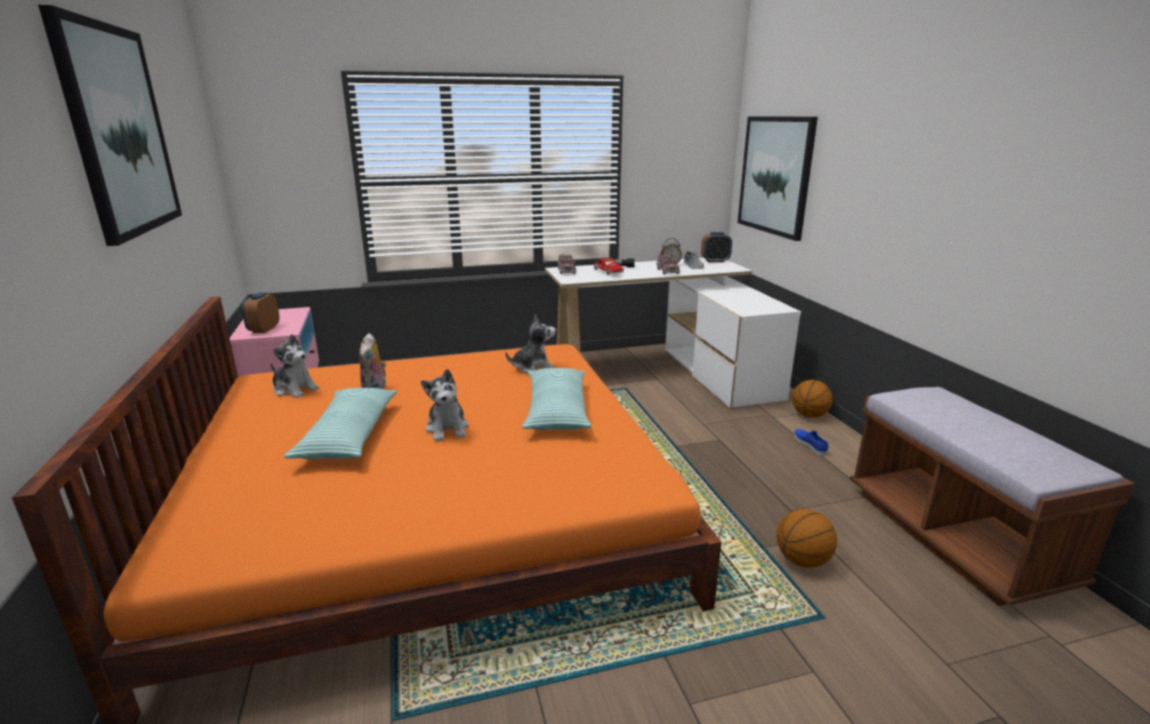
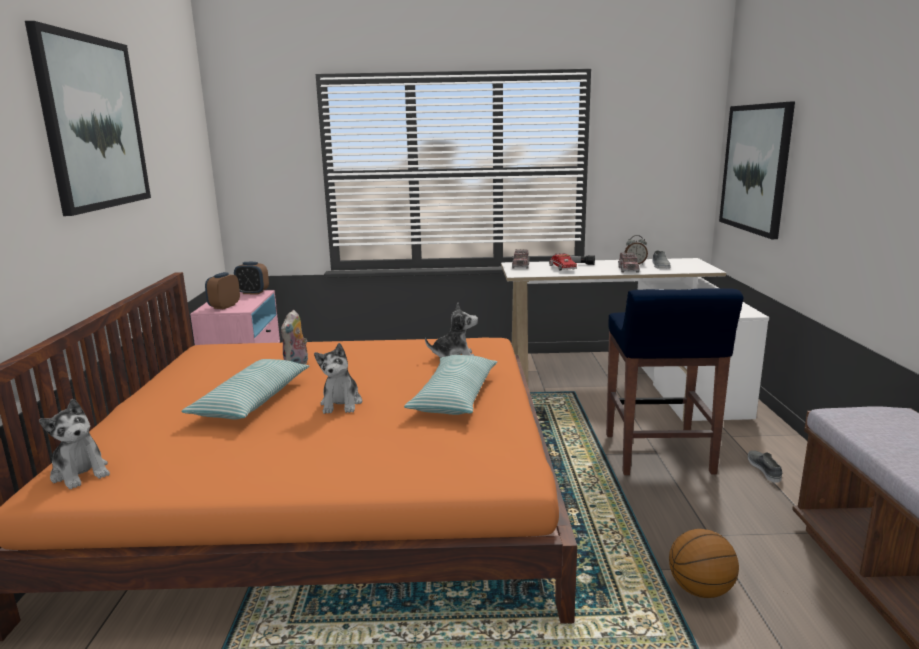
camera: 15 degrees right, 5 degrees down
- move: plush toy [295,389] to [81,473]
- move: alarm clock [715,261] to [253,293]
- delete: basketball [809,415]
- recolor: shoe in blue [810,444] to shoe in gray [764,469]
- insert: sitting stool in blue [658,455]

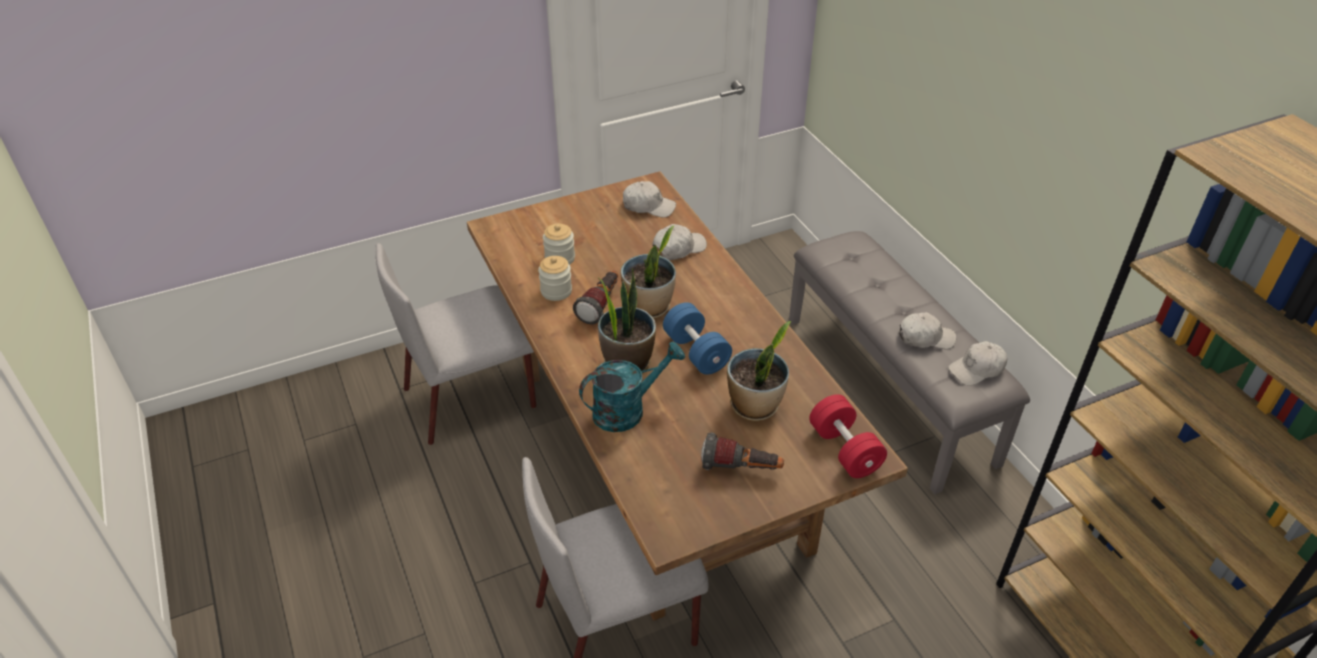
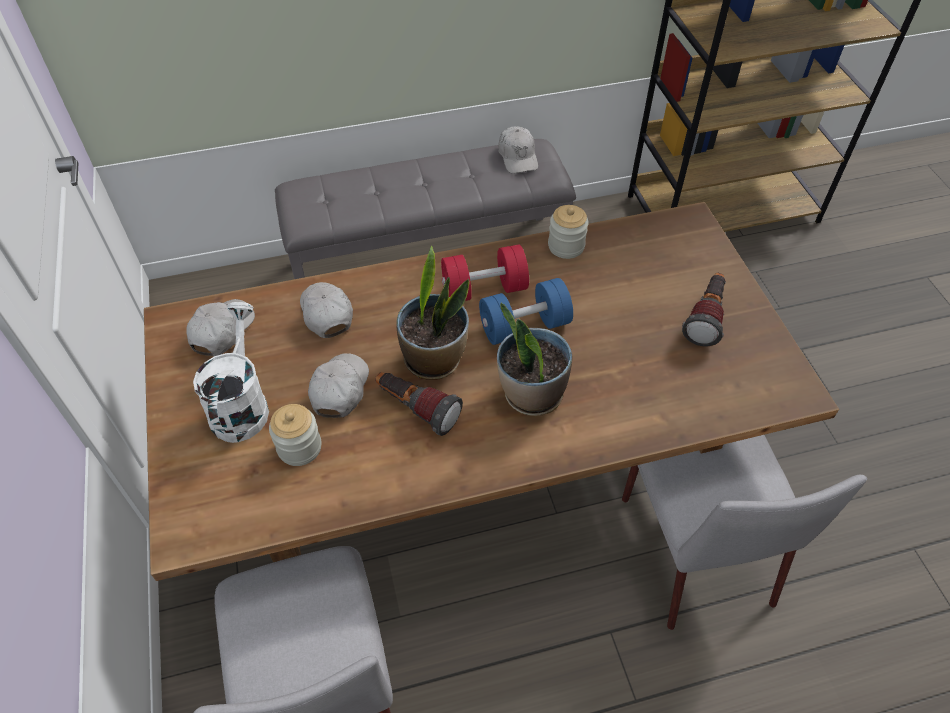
camera: 80 degrees left, 10 degrees up
- move: preserve jar [556,291] to [566,246]
- delete: watering can in turquoise-coloured [627,409]
- delete: potted plant [755,406]
- move: hand weight in red [844,450] to [484,289]
- move: cap in white-coloured [925,337] to [339,389]
- insert: watering can in white-coloured [241,404]

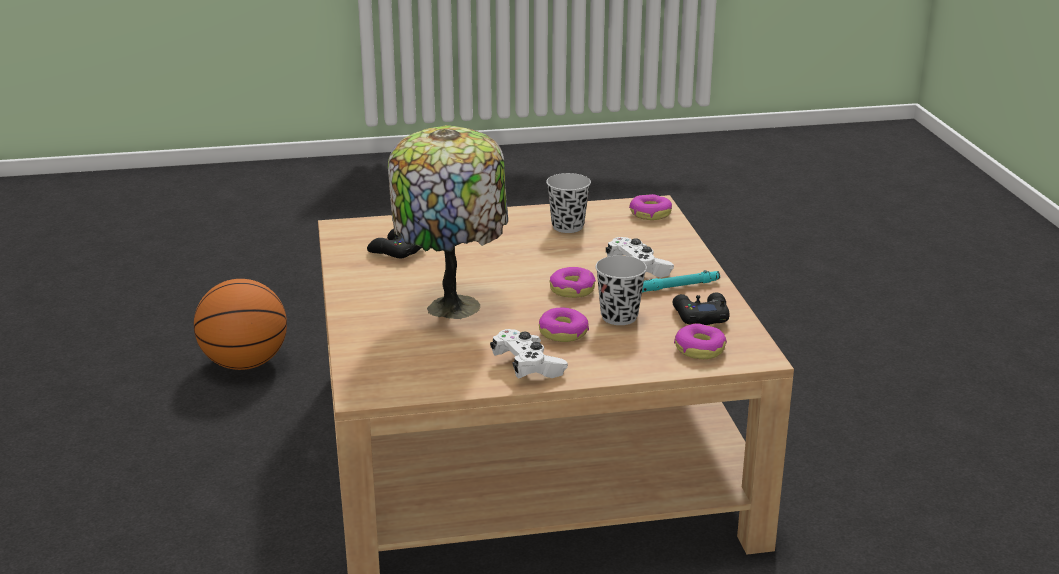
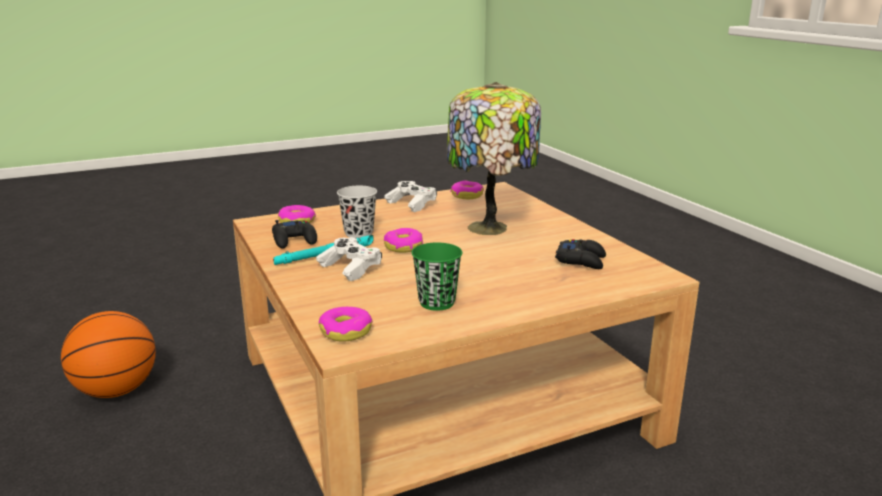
camera: 165 degrees right, 5 degrees down
- move: basketball [245,363] to [116,390]
- move: ring doughnut [563,332] to [467,195]
- recolor: cup in black [567,226] to cup in green [437,303]

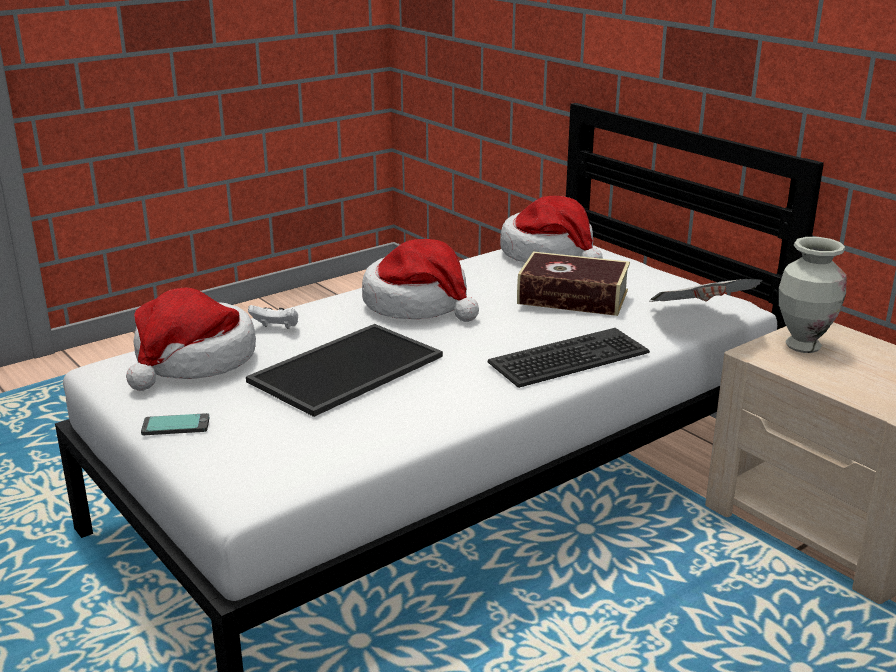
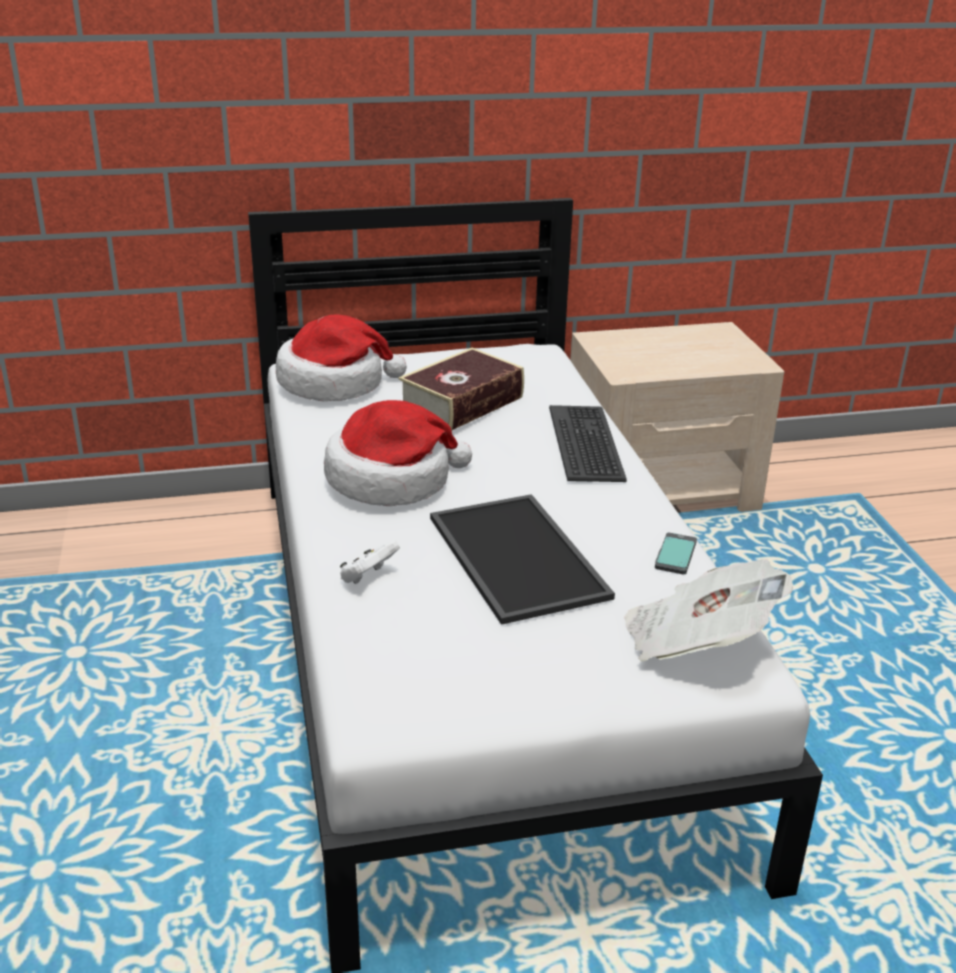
camera: 65 degrees left, 5 degrees up
- delete: clothing hat [194,361]
- move: handset [176,426] to [675,554]
- move: daily paper [700,318] to [697,642]
- delete: flower vase [802,346]

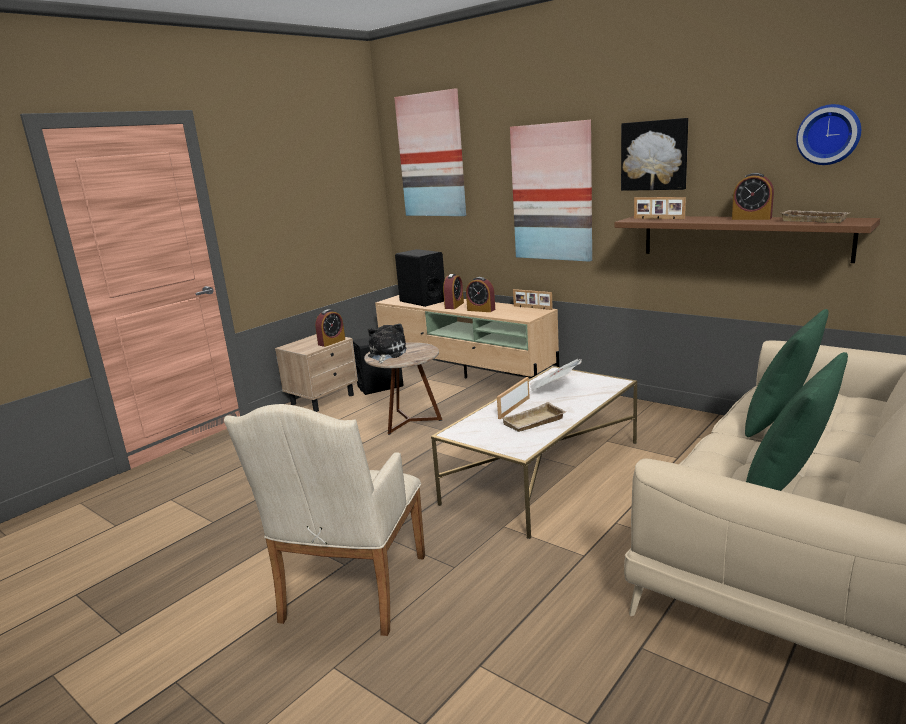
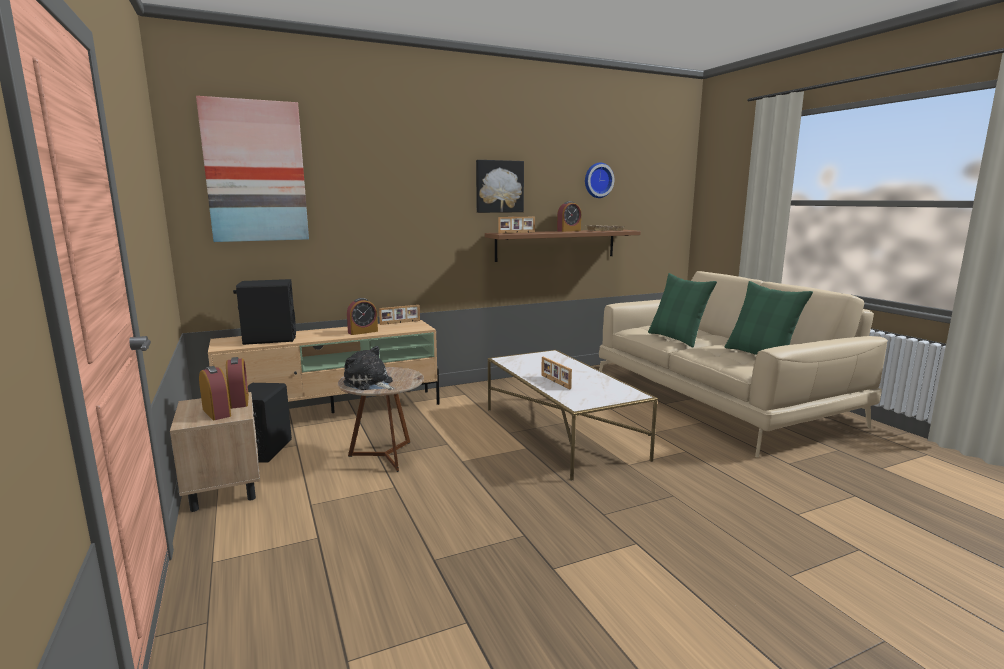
camera: 65 degrees left, 5 degrees down
- delete: lounge chair in beige-coloured [351,594]
- move: alarm clock [454,305] to [216,413]
- delete: serving tray in beige-coloured [534,423]
- delete: wall art [552,193]
- delete: daily paper [553,388]

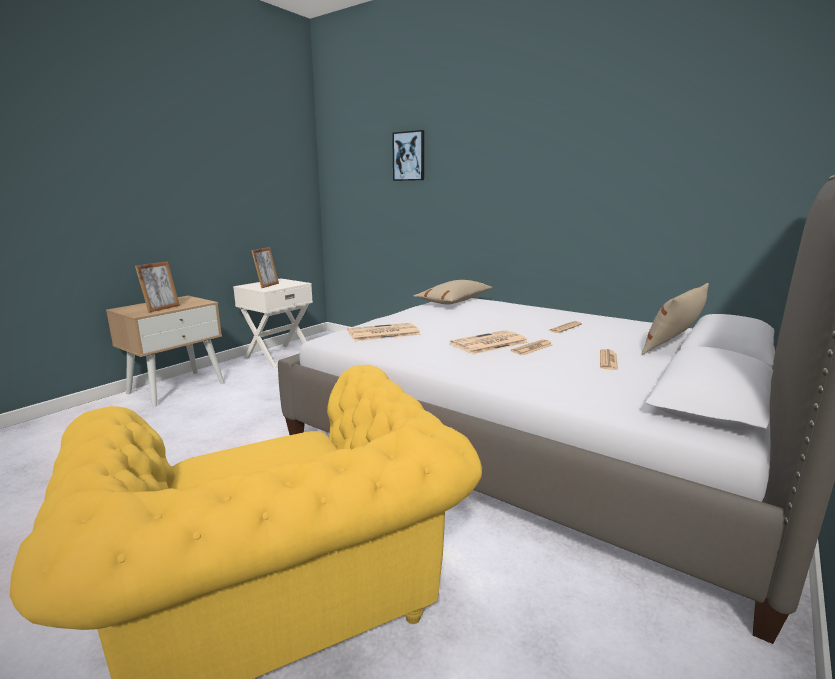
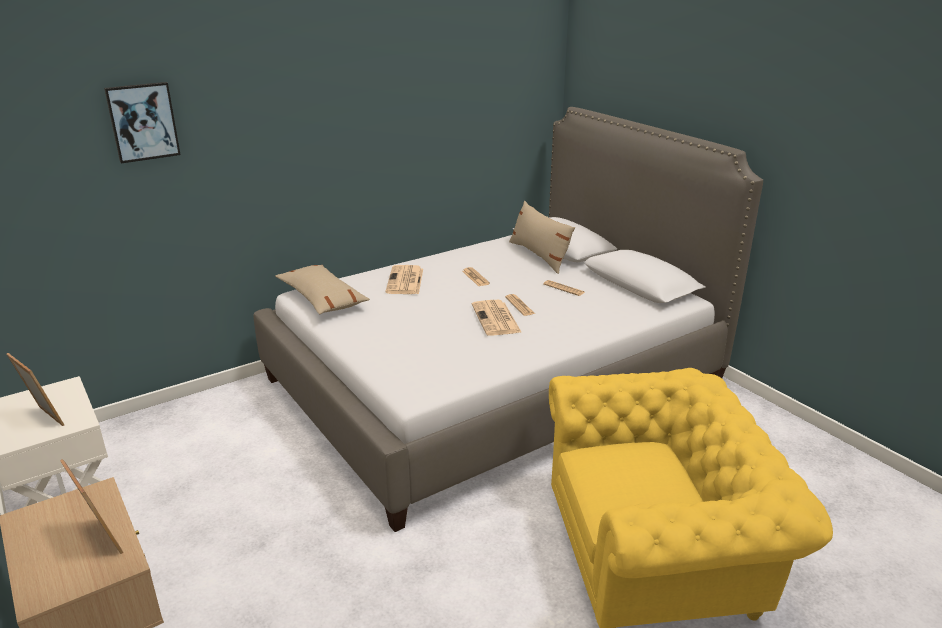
camera: 70 degrees left, 10 degrees up
- move: daily paper [382,333] to [405,281]

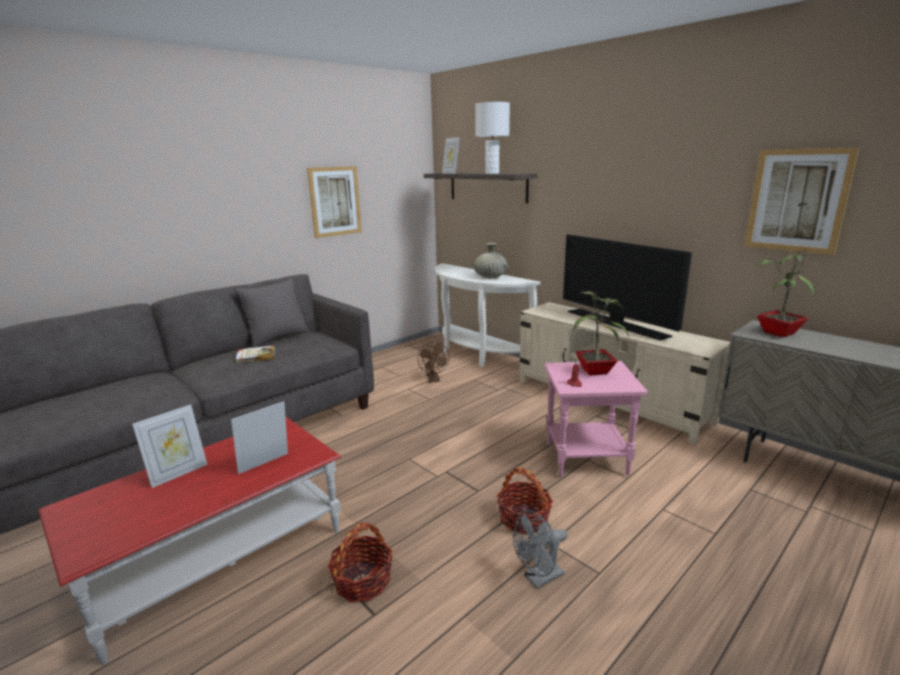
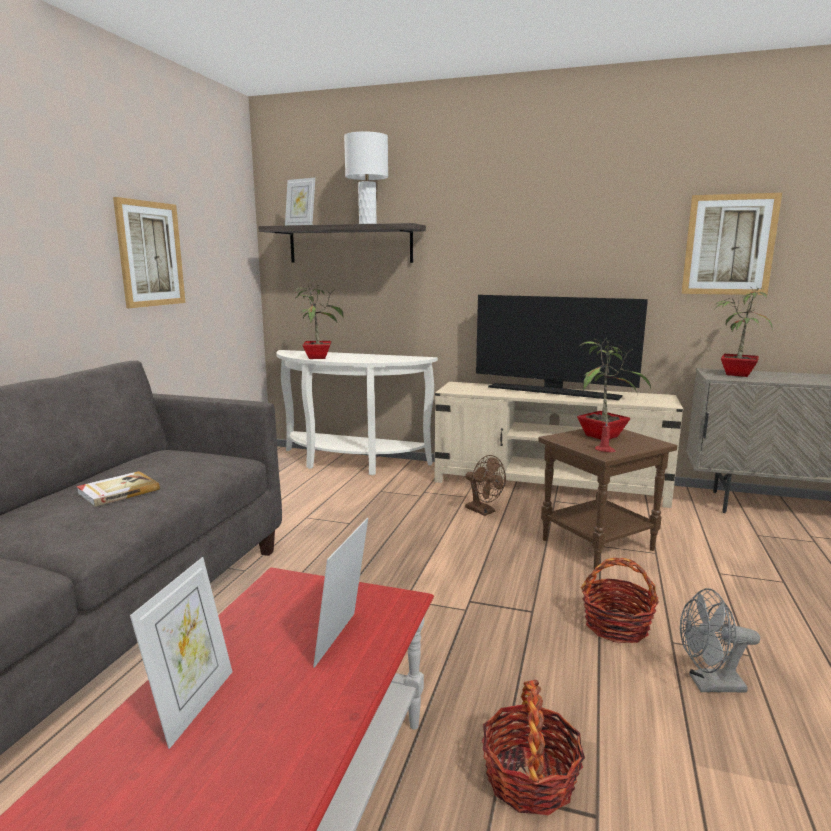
camera: 30 degrees left, 5 degrees down
- delete: cushion in gray [277,339]
- move: cooling fan in brown-coloured [434,379] to [484,511]
- delete: flower vase in beige-coloured [490,277]
- rotate: cooling fan in gray [539,579] = [709,684] 60 degrees clockwise
- recolor: end table in pink-coloured [586,458] to end table in brown-coloured [597,544]
- insert: potted plant [317,357]

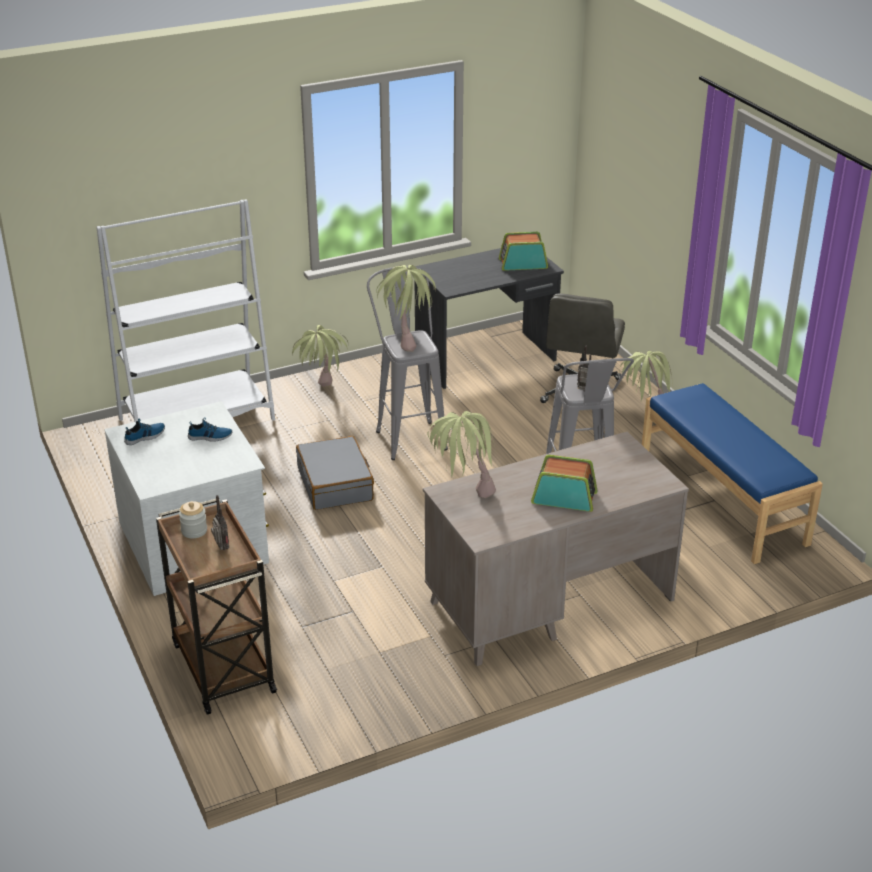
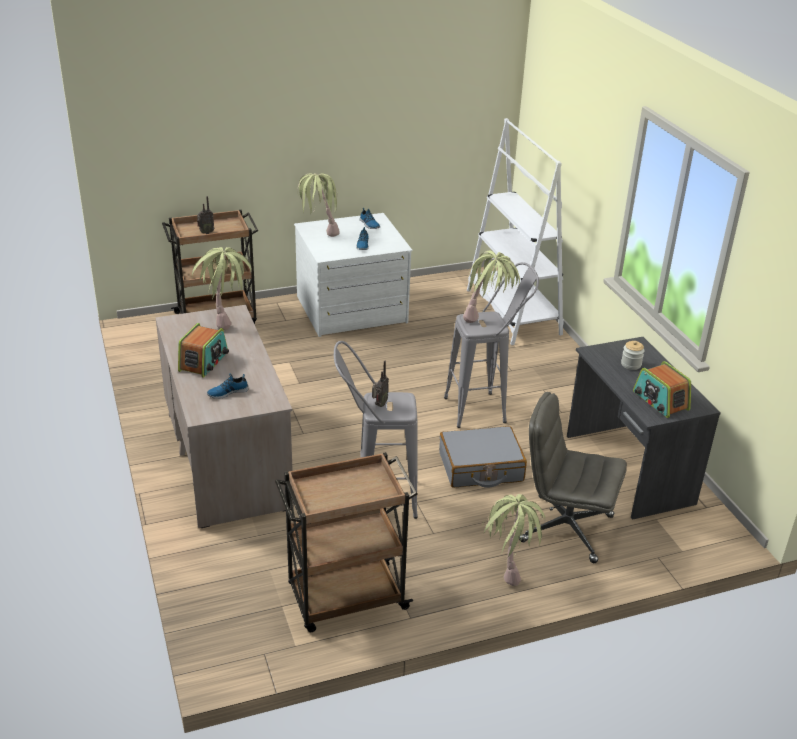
camera: 95 degrees right, 0 degrees up
- move: preserve jar [194,531] to [631,364]
- move: potted plant [321,393] to [318,233]
- move: piece of luggage in gray [335,484] to [480,467]
- rotate: radio [523,263] = [660,401] 150 degrees clockwise
- replace: bench in blue [722,499] to cart in brown-coloured [345,598]
- insert: shoe [227,392]

